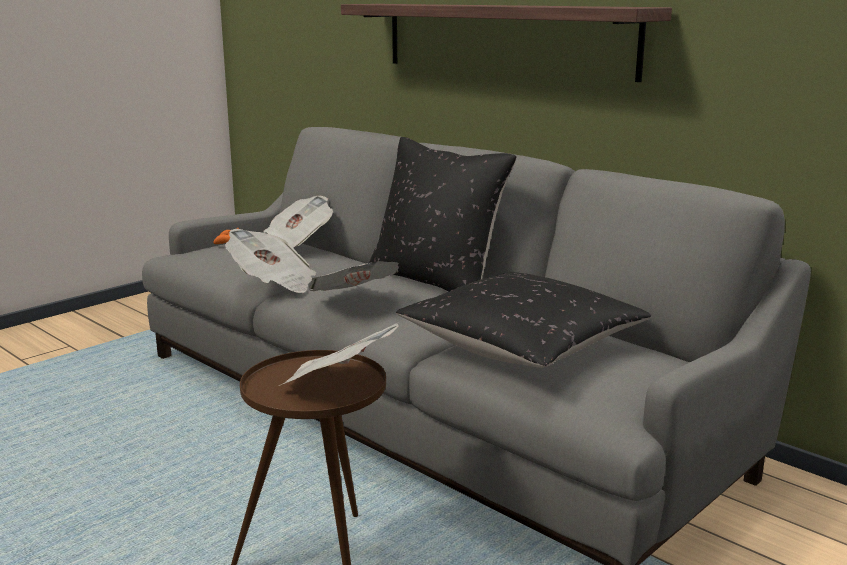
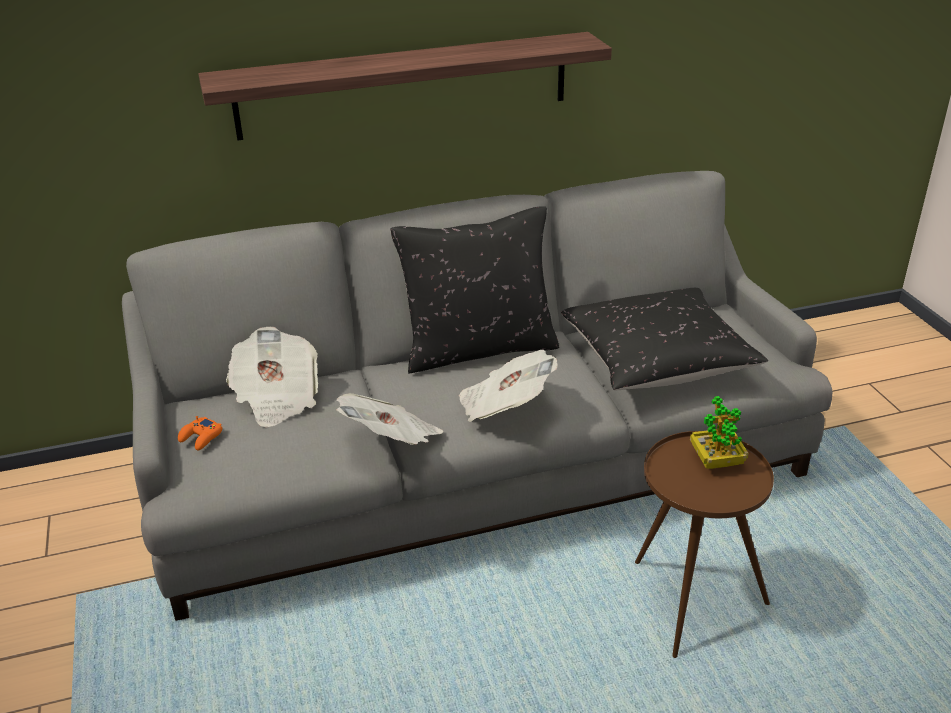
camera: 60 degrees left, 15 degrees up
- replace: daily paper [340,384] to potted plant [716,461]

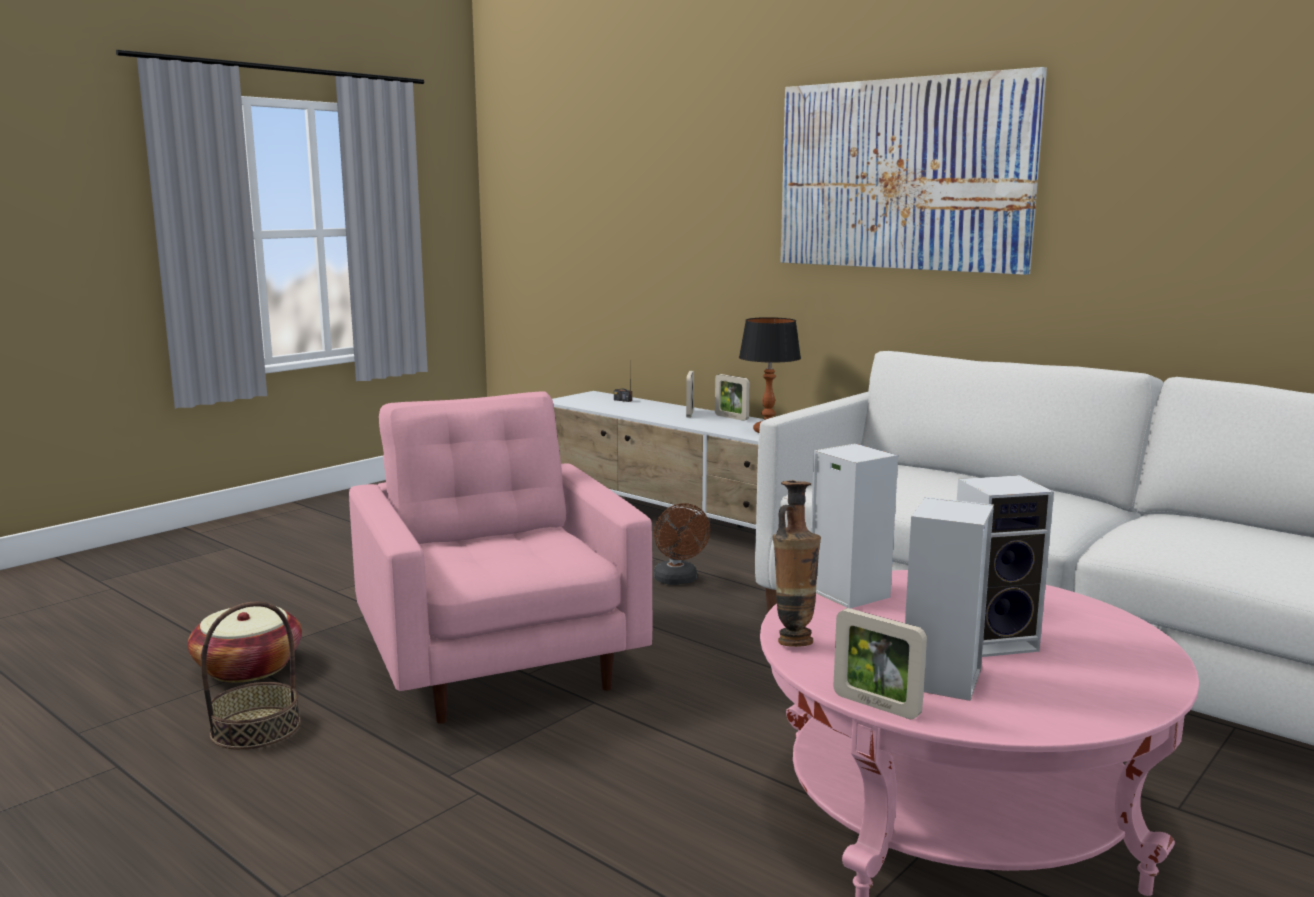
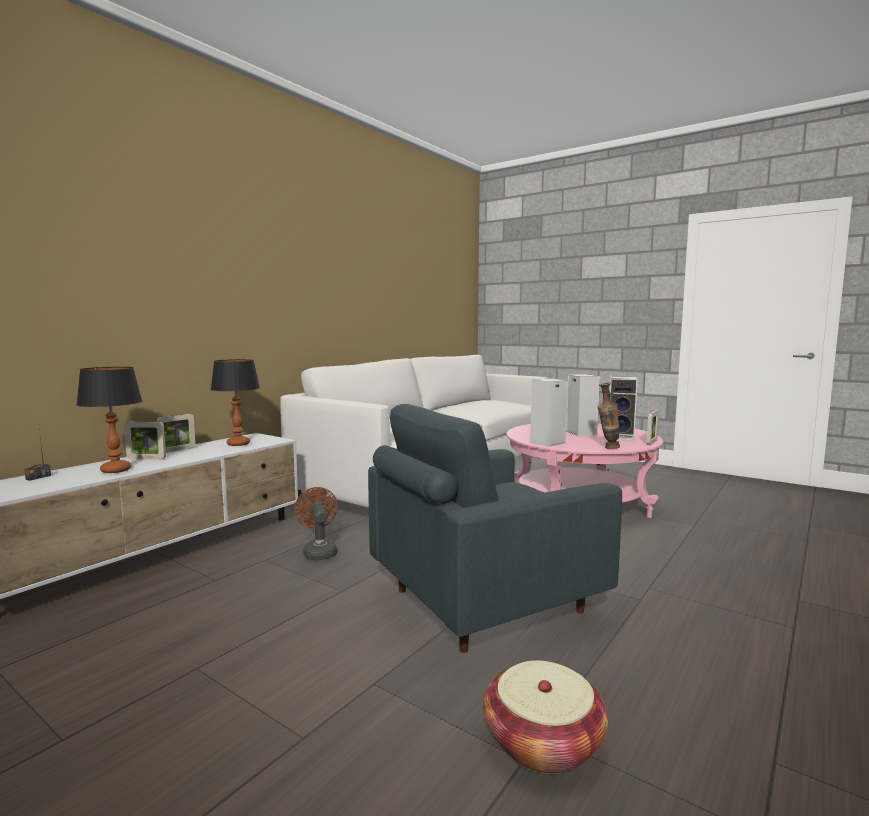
camera: 95 degrees left, 5 degrees down
- delete: basket [255,728]
- recolor: lounge chair in pink-coloured [500,663] to lounge chair in gray [482,601]
- rotate: cooling fan in brown-coloured [678,581] = [319,551] 90 degrees counterclockwise
- delete: wall art [902,175]
- insert: table lamp [115,470]

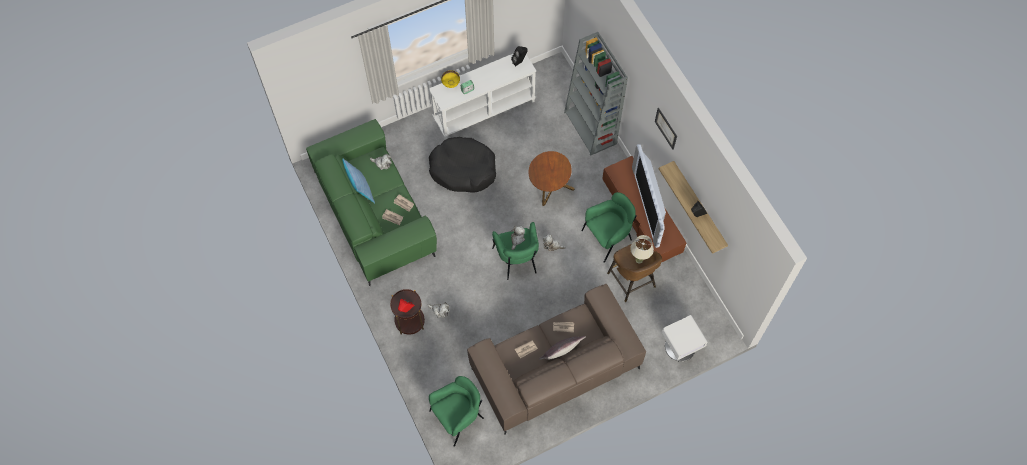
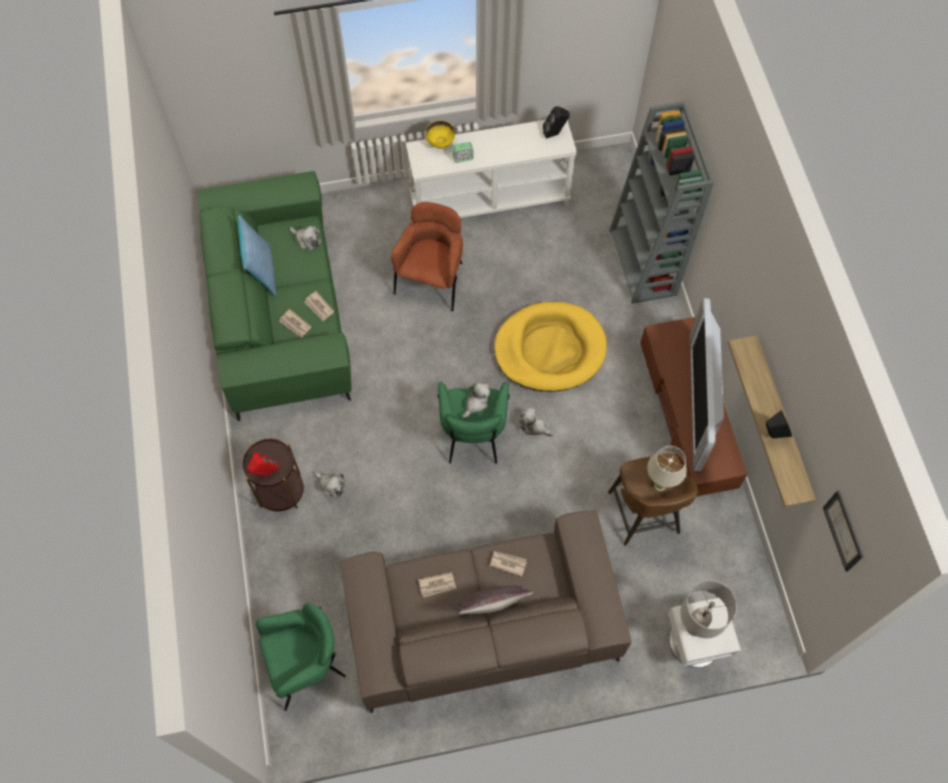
camera: 15 degrees right, 0 degrees up
- replace: dog bed in black [463,169] to lounge chair in brown-coloured [432,280]
- replace: end table in brown-coloured [548,196] to dog bed in yellow [549,349]
- delete: lounge chair in green [608,237]
- move: wall art [666,128] to [843,531]
- insert: table lamp in gray [695,626]

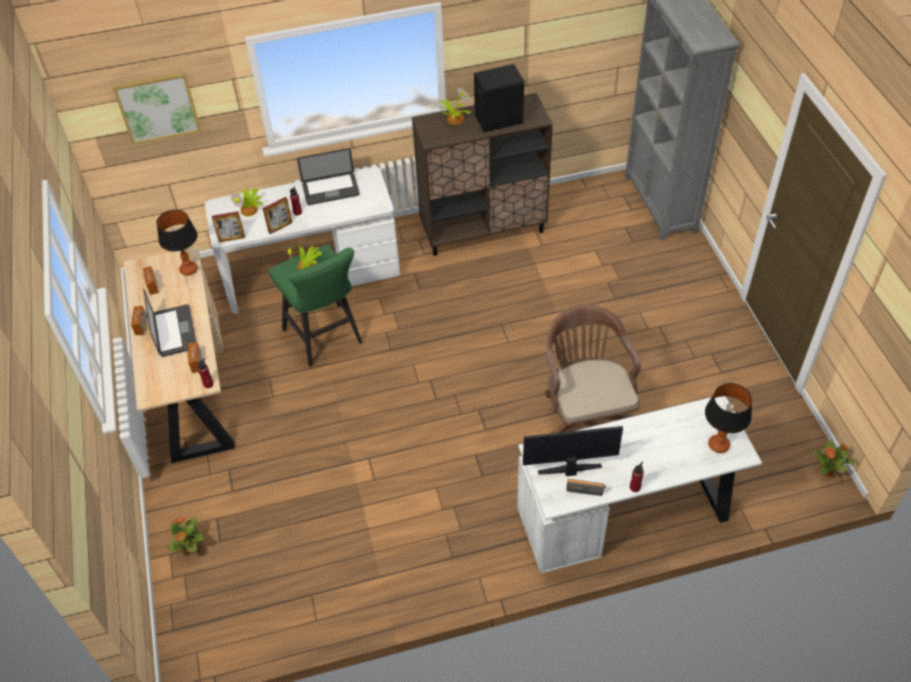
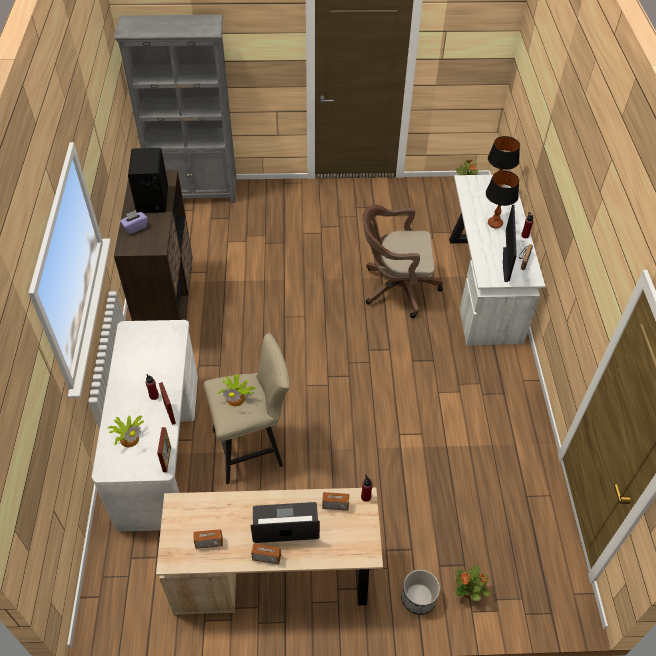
camera: 80 degrees left, 0 degrees up
- delete: wall art [158,107]
- move: table lamp [188,270] to [495,224]
- recolor: sitting stool in green [326,339] to sitting stool in beige-coloured [253,448]
- delete: laptop [330,190]
- replace: potted plant [454,119] to tissue holder in purple [135,227]
- insert: planter [418,597]

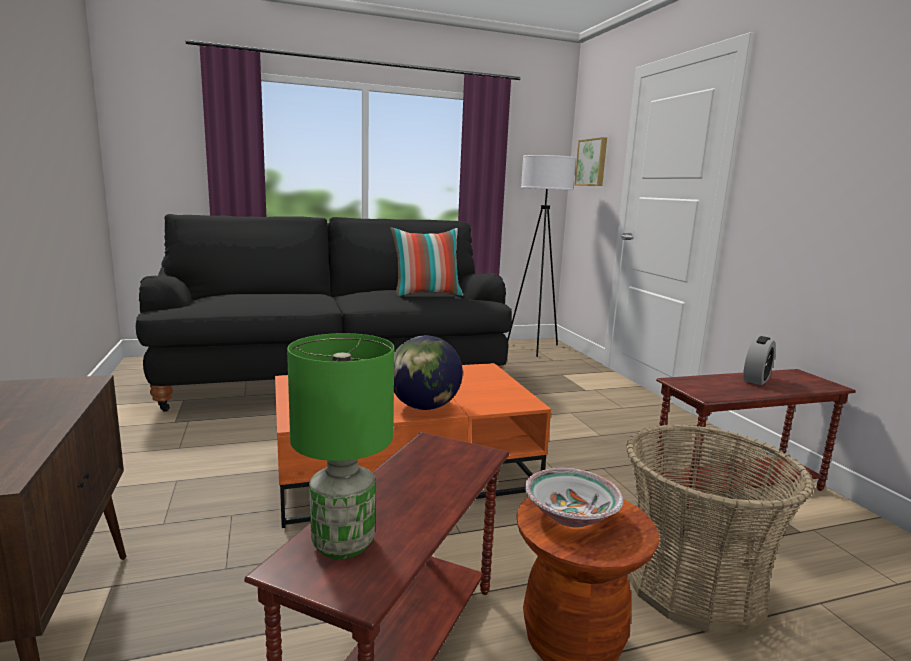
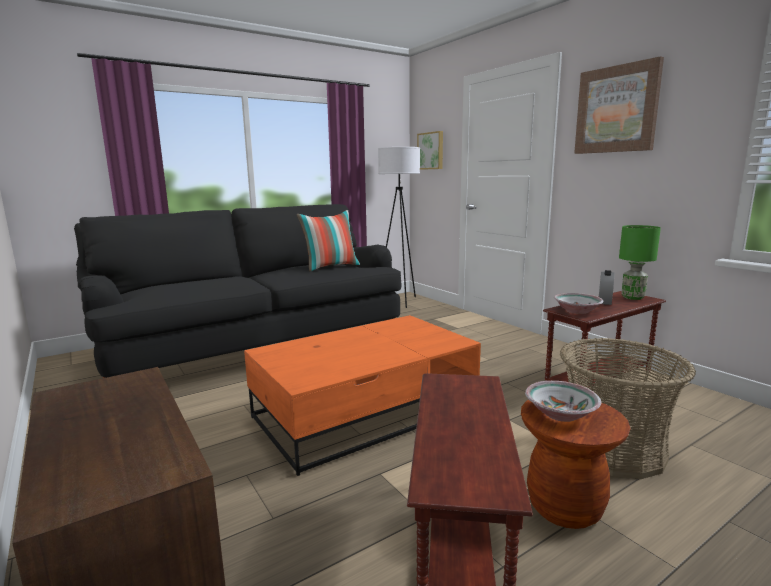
camera: 15 degrees left, 0 degrees up
- move: table lamp in green [343,543] to [632,297]
- delete: globe [424,407]
- insert: deep dish [576,311]
- insert: wall art [617,109]

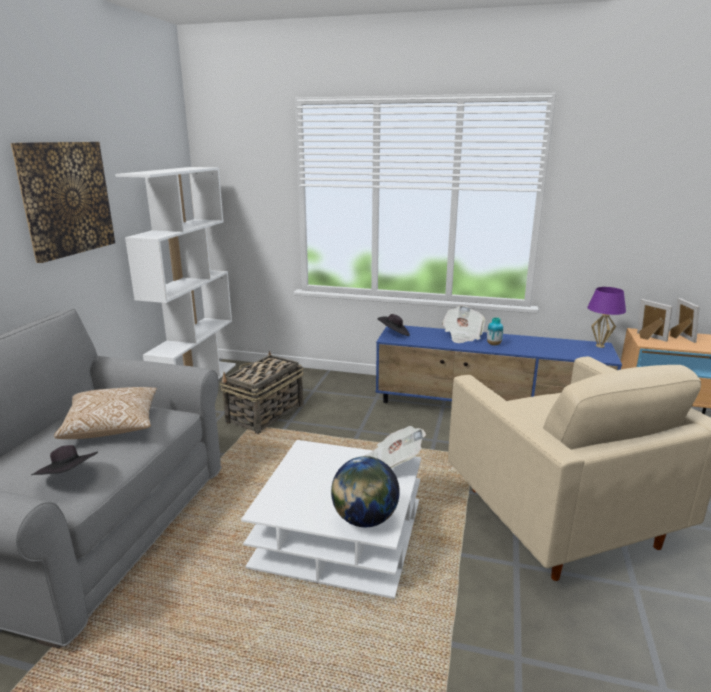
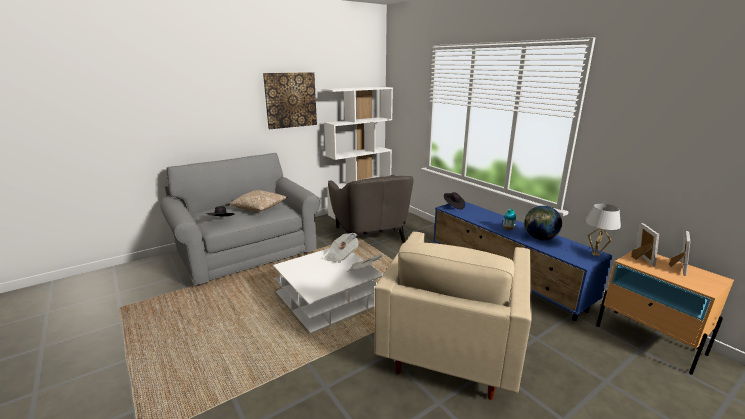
camera: 40 degrees right, 0 degrees up
- replace: basket [264,414] to lounge chair in gray [371,234]
- move: globe [364,519] to [540,238]
- move: daily paper [462,336] to [341,256]
- recolor: table lamp in purple [600,346] to table lamp in white-coloured [595,254]

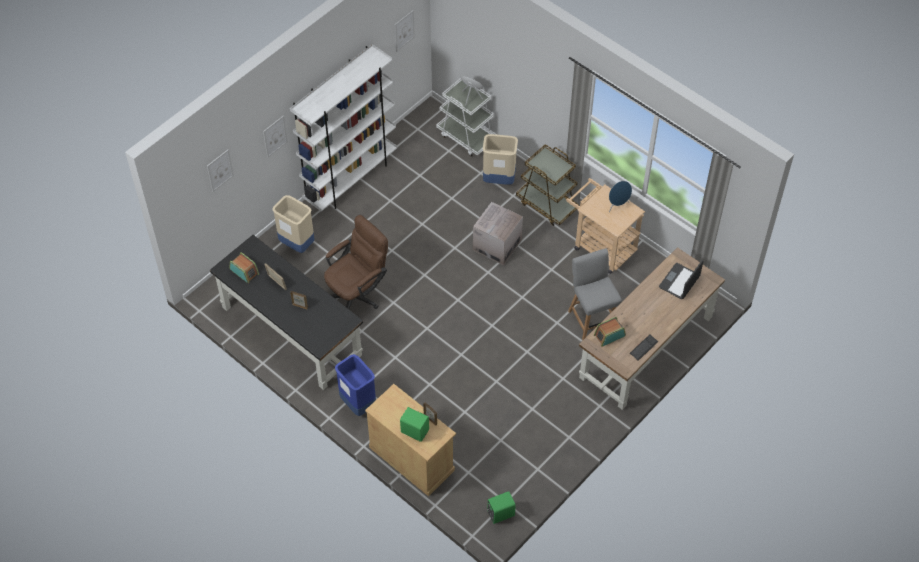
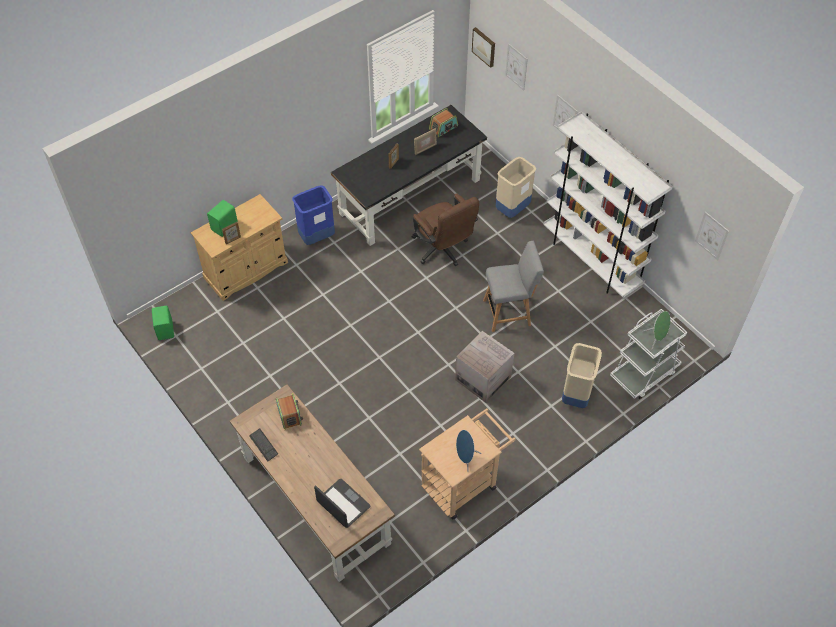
camera: 100 degrees right, 0 degrees up
- delete: cart in brown-coloured [547,205]
- move: upright chair in gray [592,318] to [509,312]
- insert: wall art [484,46]

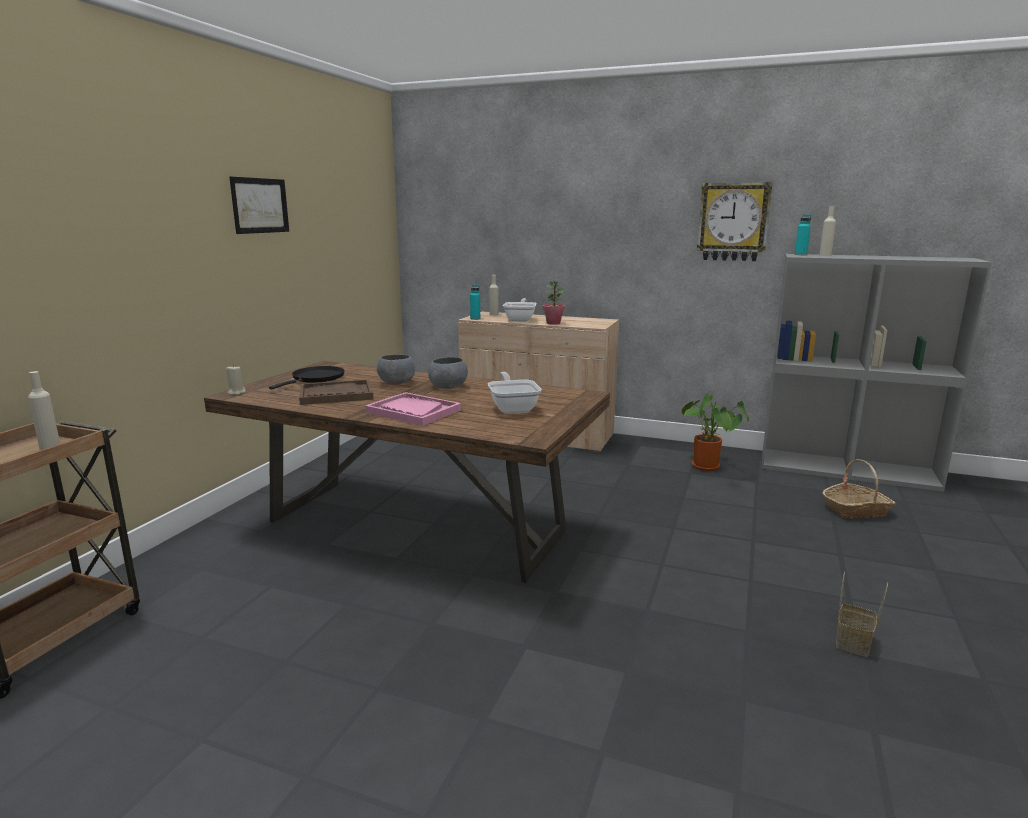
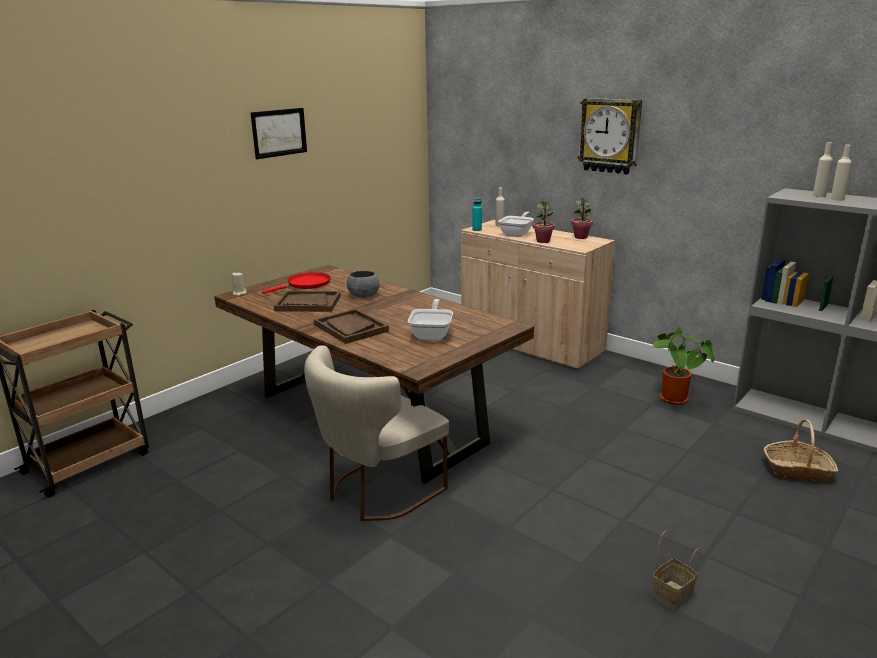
camera: 20 degrees right, 5 degrees up
- move: beverage bottle in beige-coloured [50,446] to [837,199]
- recolor: frying pan in black [316,378] to frying pan in red [306,284]
- recolor: serving tray in pink-coloured [413,411] to serving tray in brown-coloured [350,328]
- delete: deep dish in gray [447,387]
- move: clock on the wall [733,222] to [610,136]
- delete: beverage bottle in turquoise-coloured [800,255]
- insert: upright chair in beige-coloured [377,492]
- insert: potted plant [581,237]

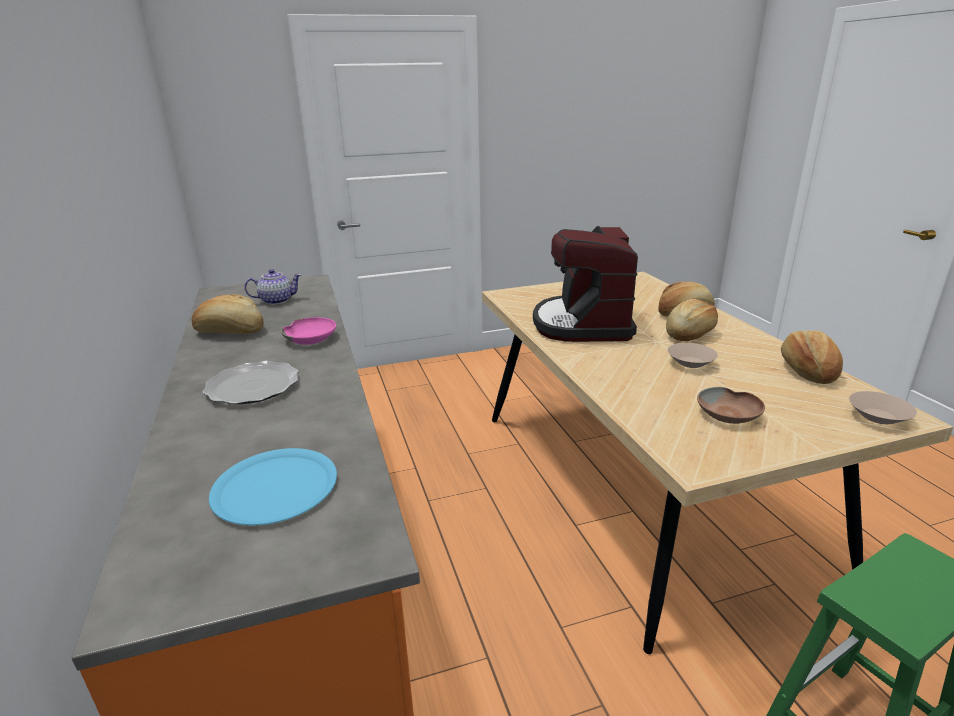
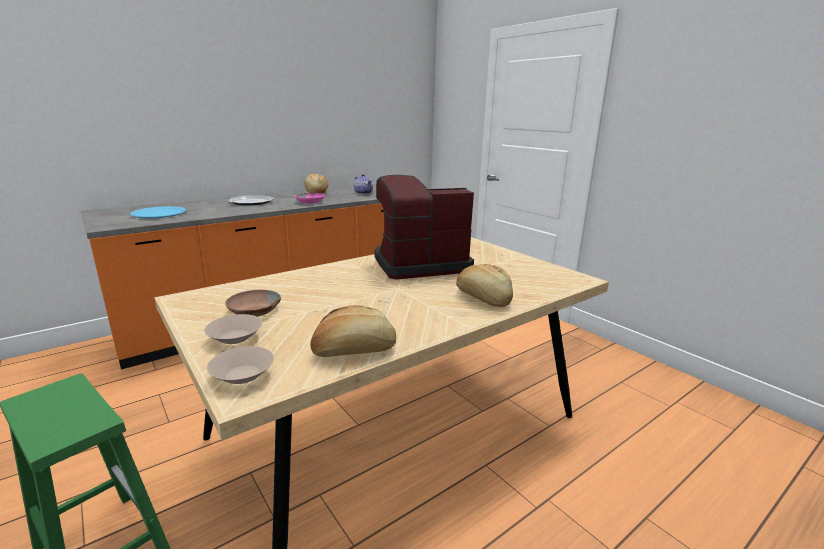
camera: 70 degrees right, 5 degrees down
- delete: bread [689,333]
- move: deep dish in beige-coloured [691,363] to [236,338]

